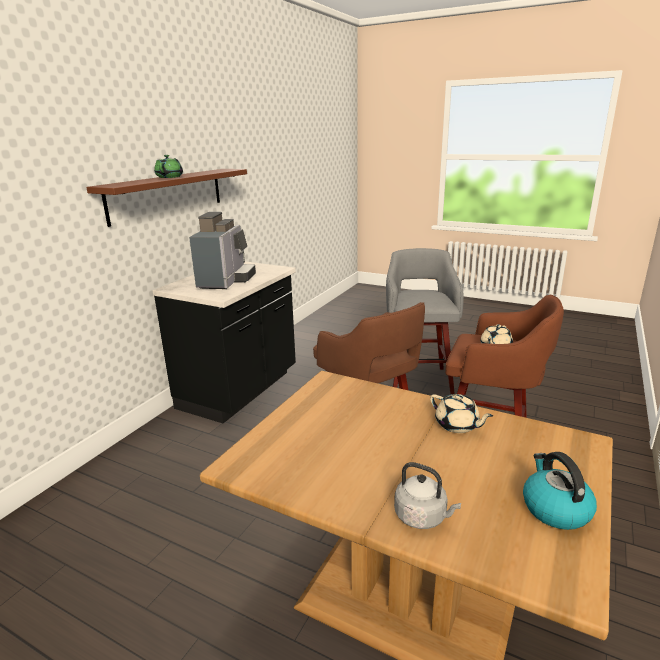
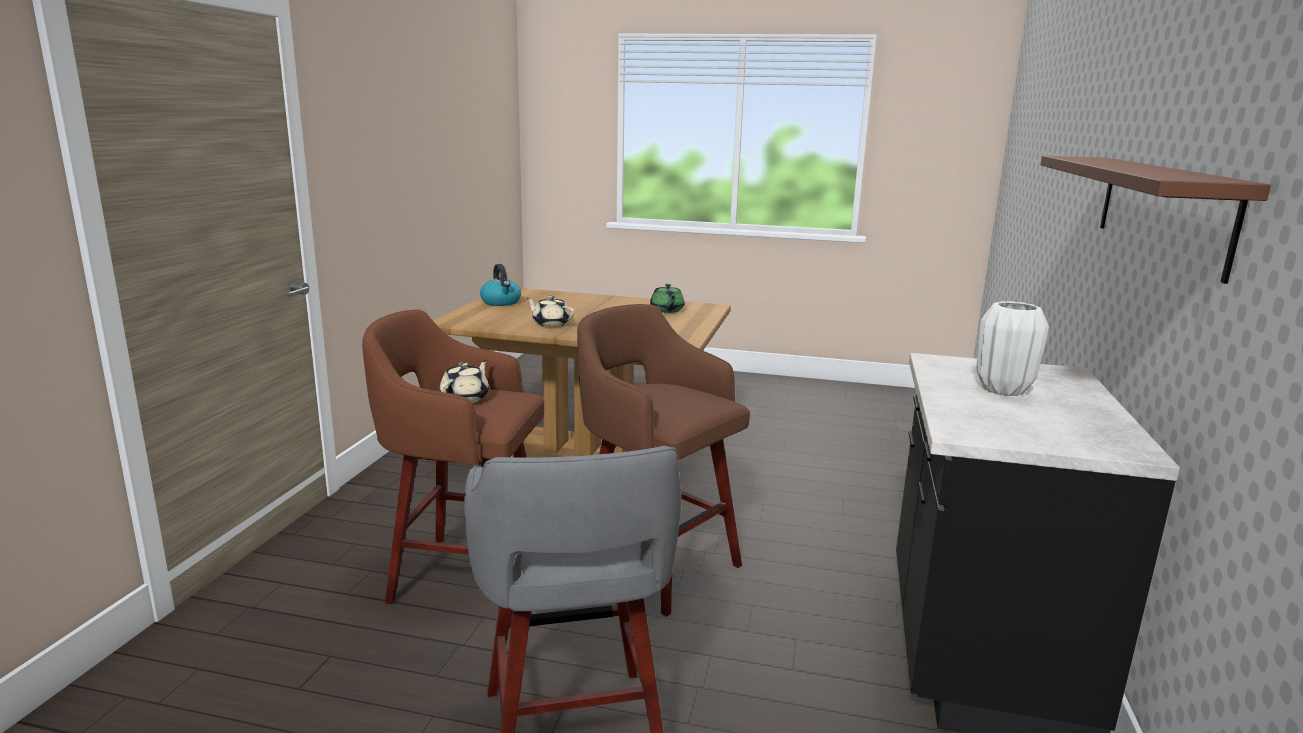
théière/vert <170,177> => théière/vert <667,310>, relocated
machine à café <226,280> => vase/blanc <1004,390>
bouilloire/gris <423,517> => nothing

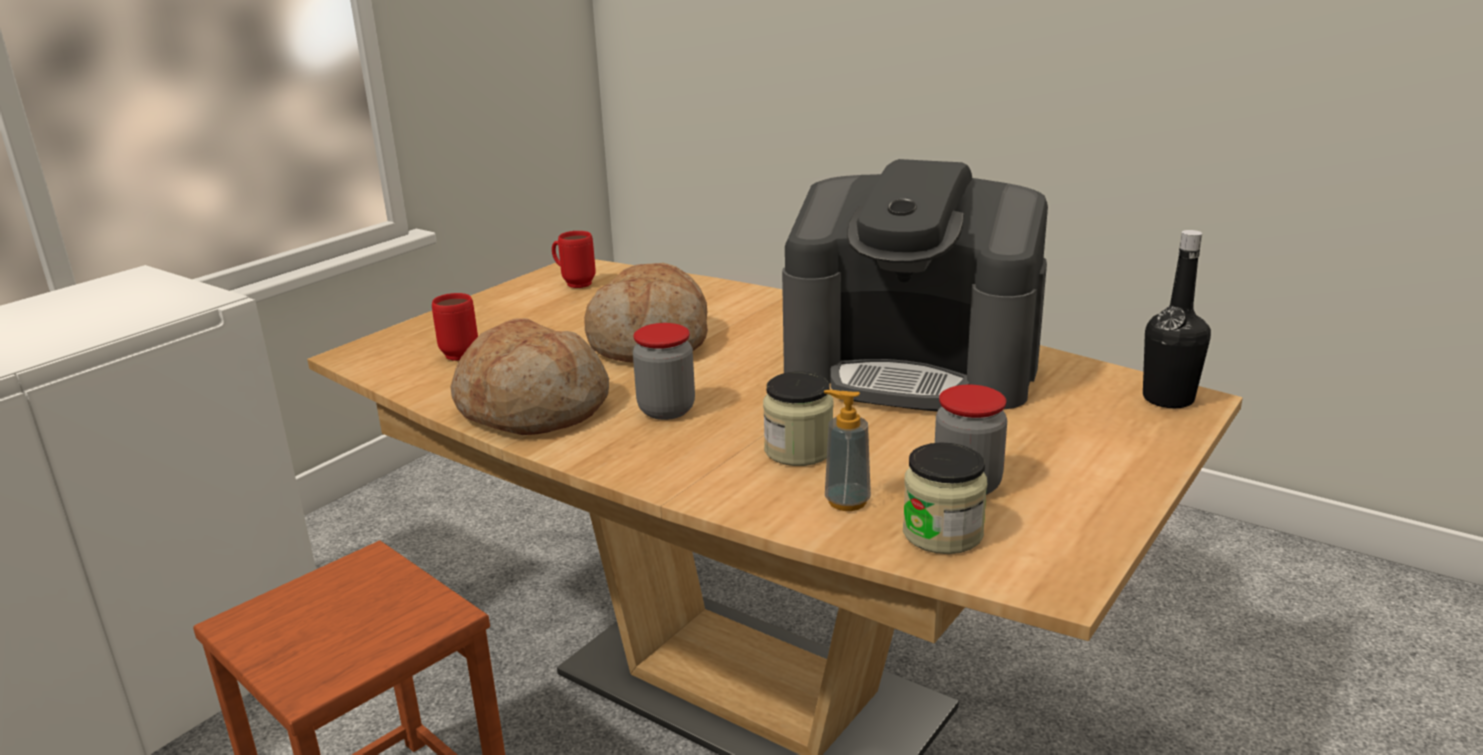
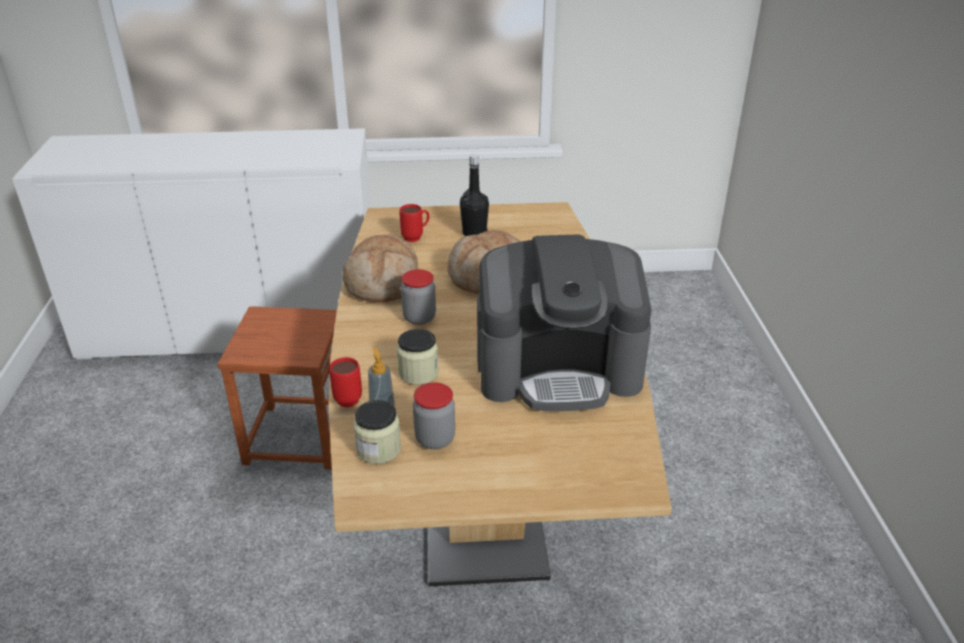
machine à café <913,367> => machine à café <558,368>, 75 degrees counterclockwise
bouteille/noir <1168,399> => bouteille/noir <474,233>, relocated
mug/rouge <574,283> => mug/rouge <348,397>, relocated

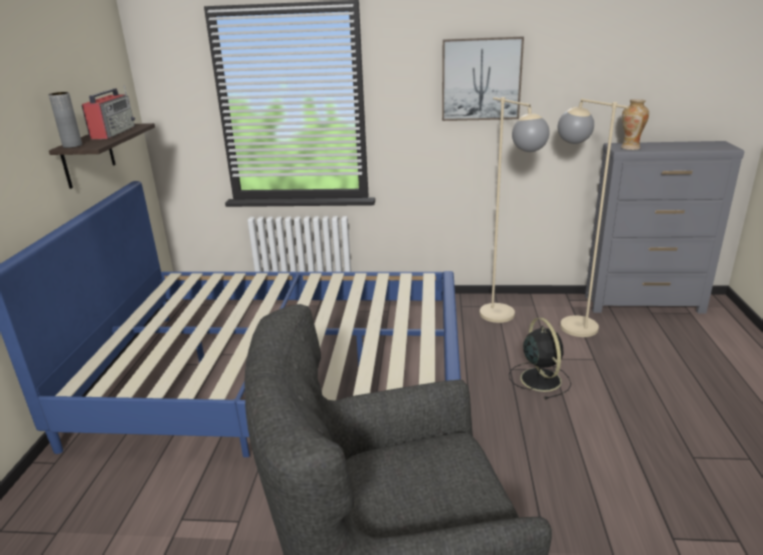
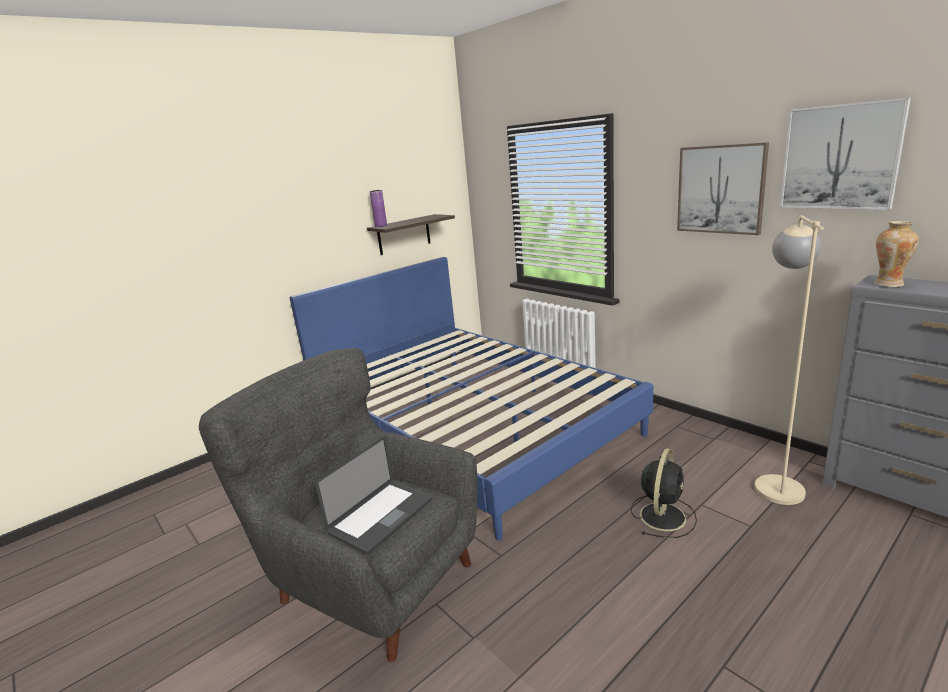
radio <113,132> => nothing
vase/gris <72,146> => vase/violet <381,226>
lampadaire/beige <505,319> => nothing
nothing => tableau <840,157>
nothing => ordinateur portable <381,517>

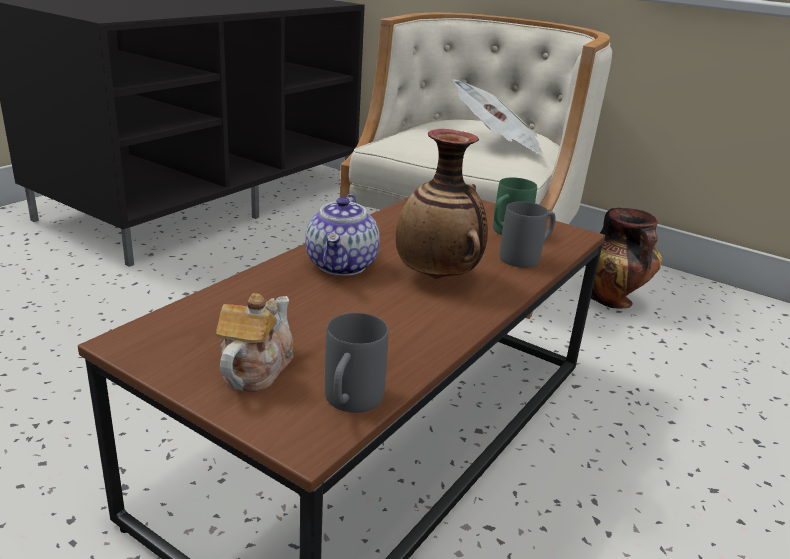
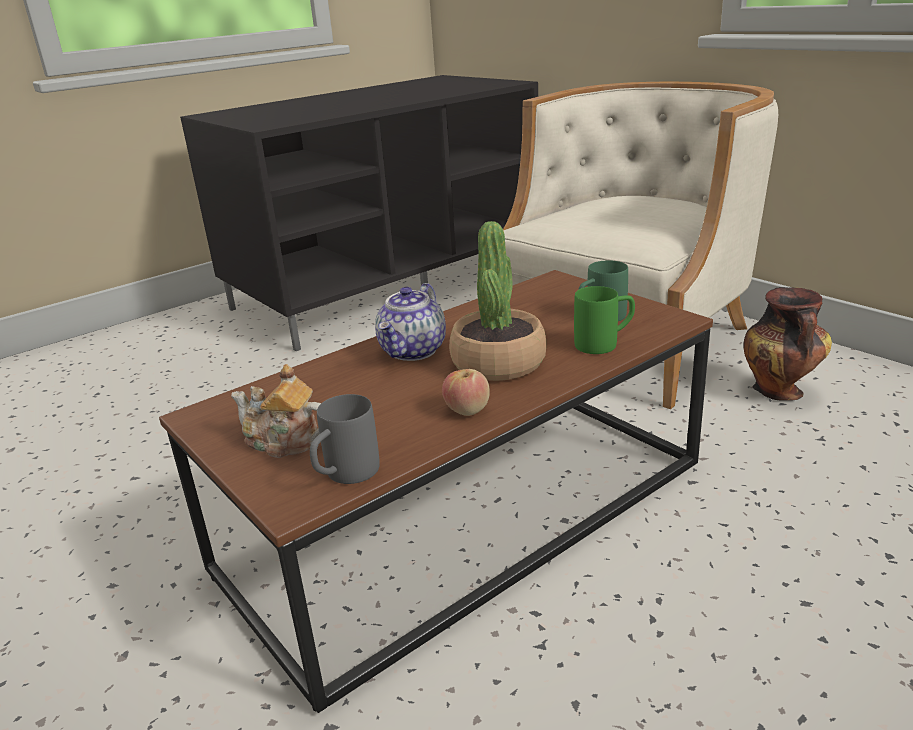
journal <497,144> => nothing
vase <438,277> => plante en pot <498,363>
mug/gris <526,257> => mug/vert <604,343>
théière <255,369> => théière <283,442>, 105 degrees counterclockwise
nothing => pomme <467,410>

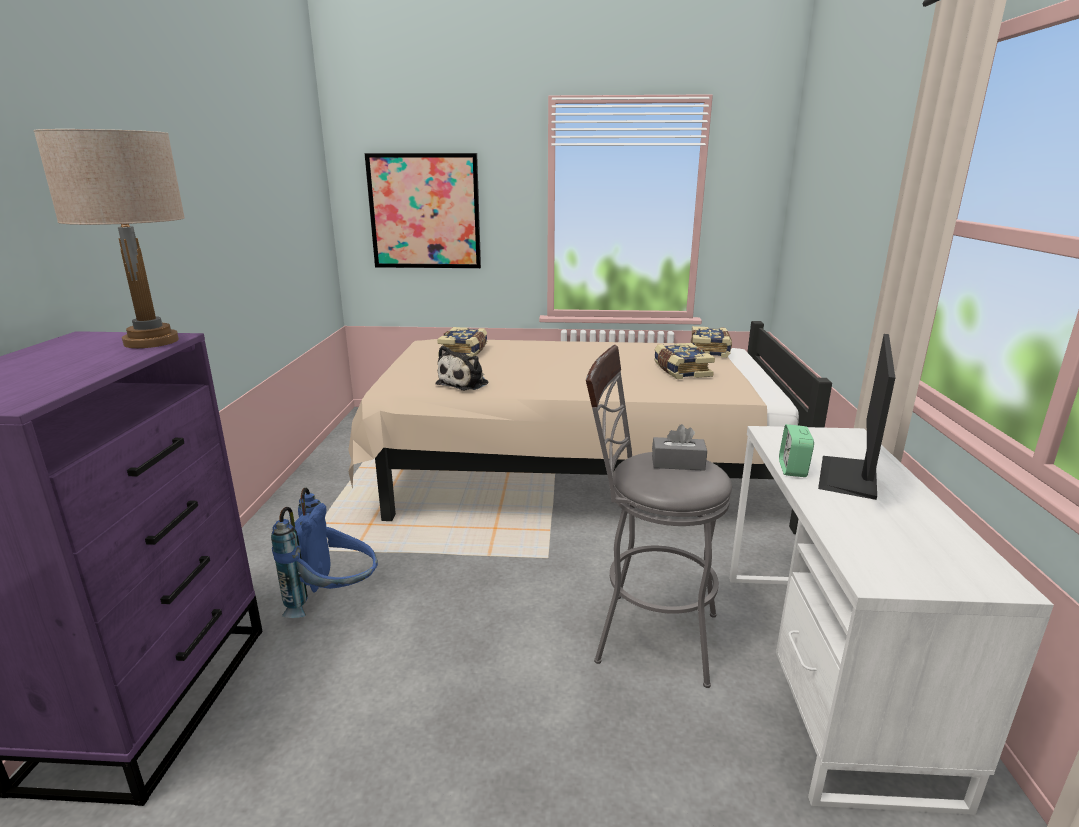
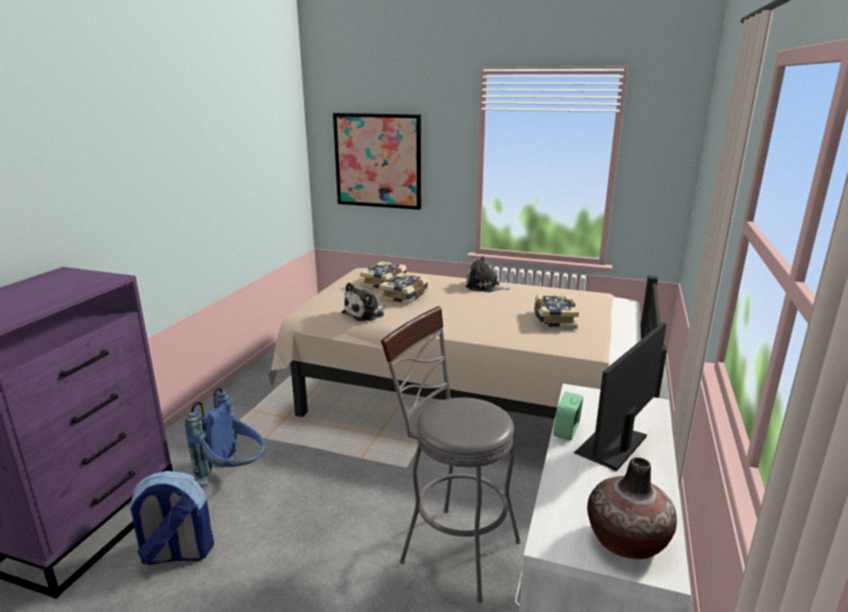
lampe de table/beige <151,342> => nothing
livre <710,351> => livre <405,296>, relocated
boîte à mouchoirs/gris <678,463> => nothing
nothing => peluche <484,287>
nothing => vase <626,541>
nothing => sac à dos <176,554>

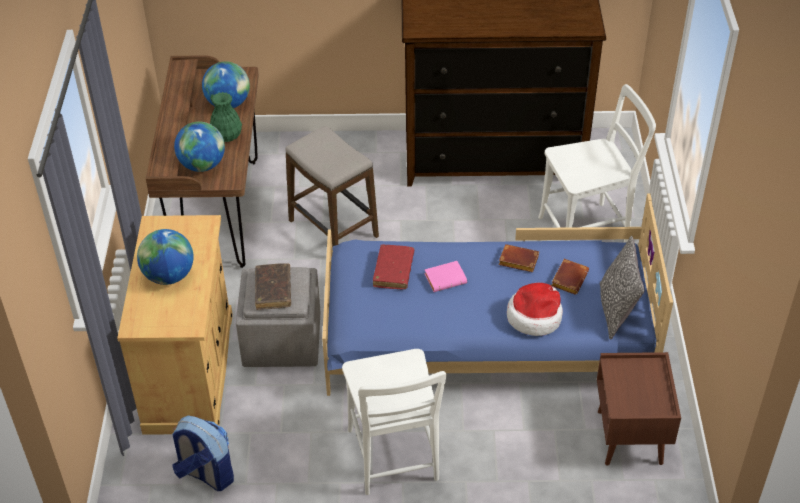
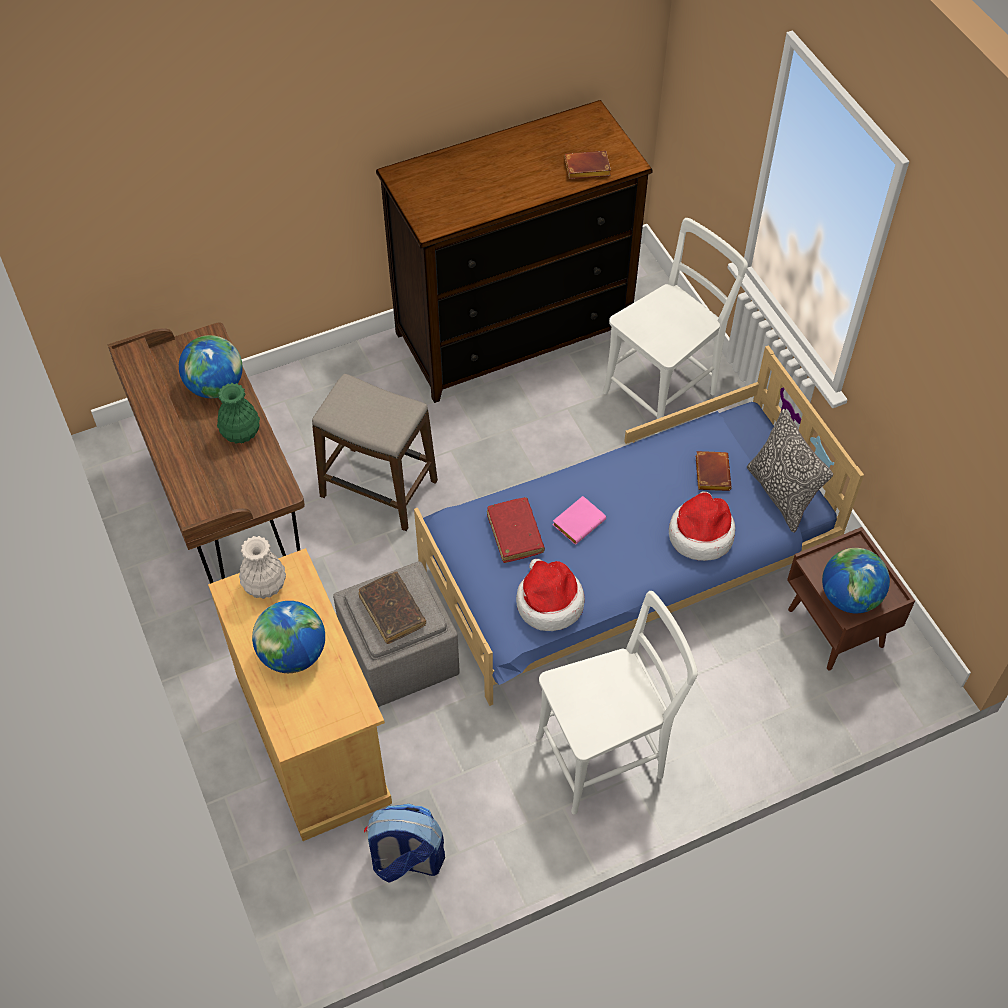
globe <202,165> => globe <849,597>, relocated
livre/marron <517,261> => livre/marron <586,169>, relocated
chaise/blanc <394,459> => chaise/blanc <606,754>, 75 degrees counterclockwise
nothing => vase/blanc <265,584>
nothing => chapeau <548,602>

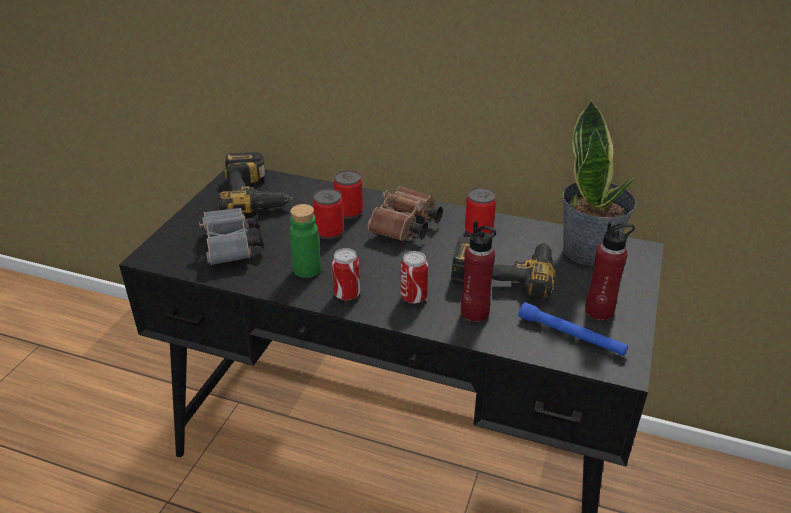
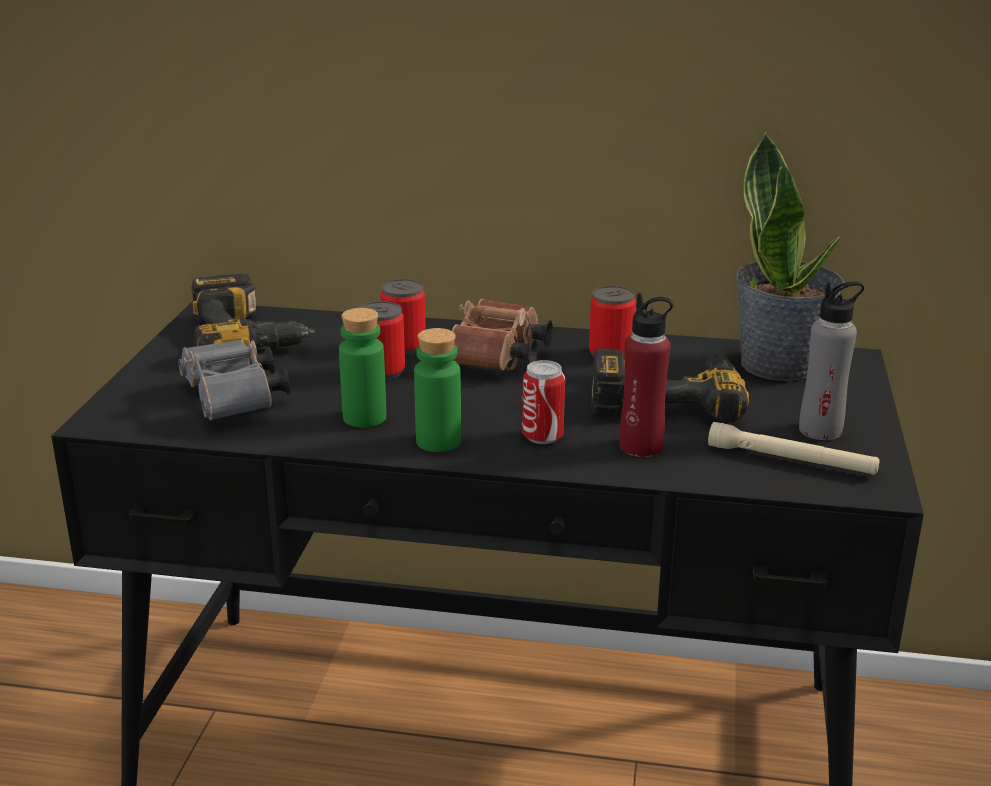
bouteille/rouge <599,311> => bouteille/gris <820,430>
boîte métallique <347,294> => bouteille/vert <438,441>
lampe de poche/bleu <571,335> => lampe de poche/beige <791,460>

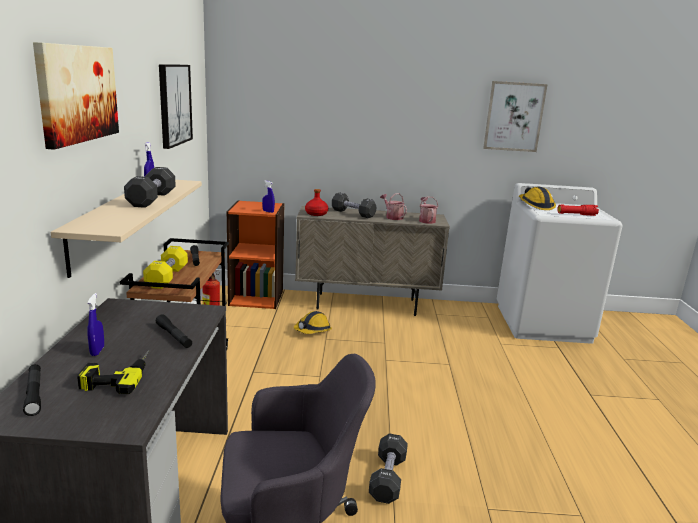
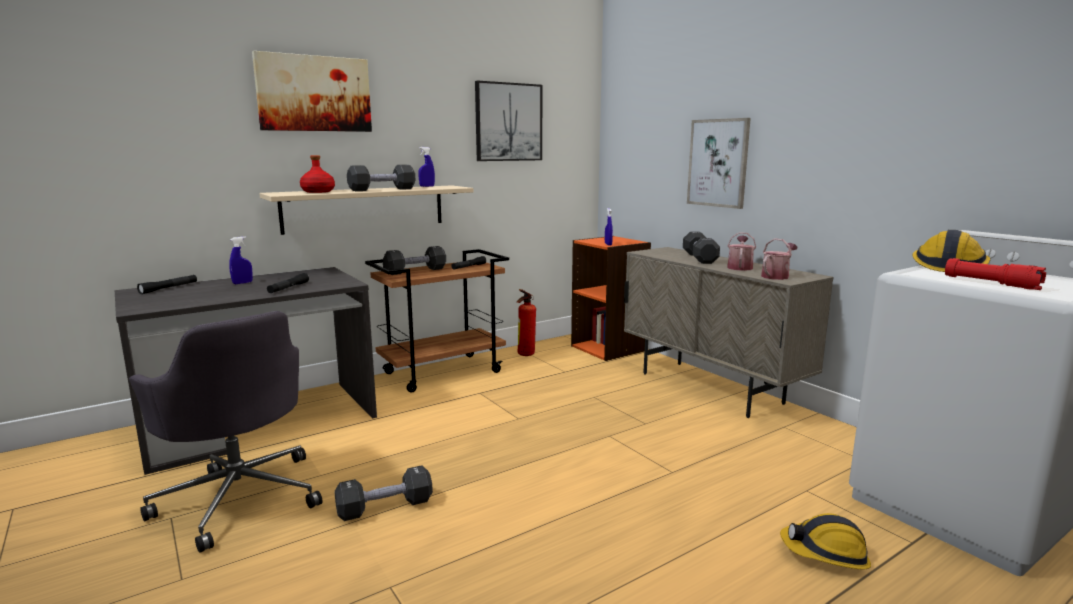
tableau <514,116> => tableau <718,163>, relocated
bouteille/rouge <316,214> => bouteille/rouge <318,191>, relocated
haltère/jaune <167,277> => haltère/noir <415,271>
casque de chantier <313,330> => casque de chantier <825,554>, relocated
perceuse <117,374> => nothing

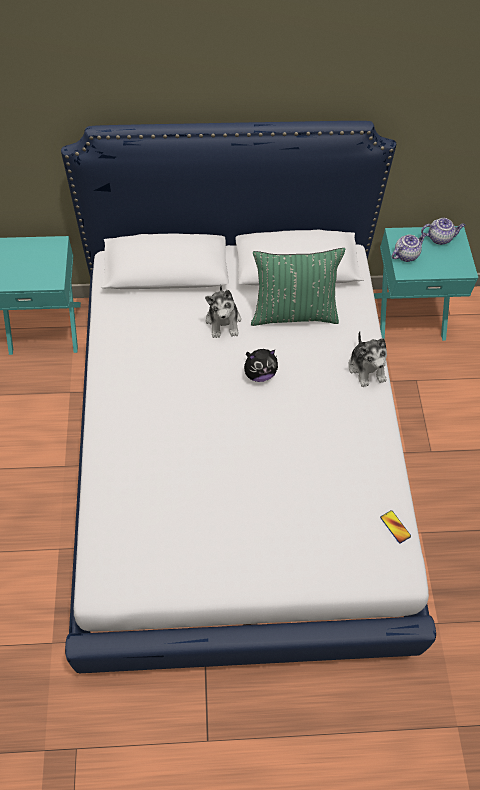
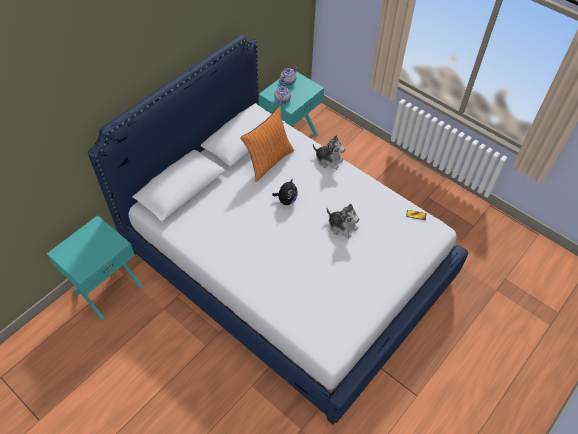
coussin/vert <293,313> => coussin/orange <268,161>
peluche <223,321> => peluche <342,226>, relocated

